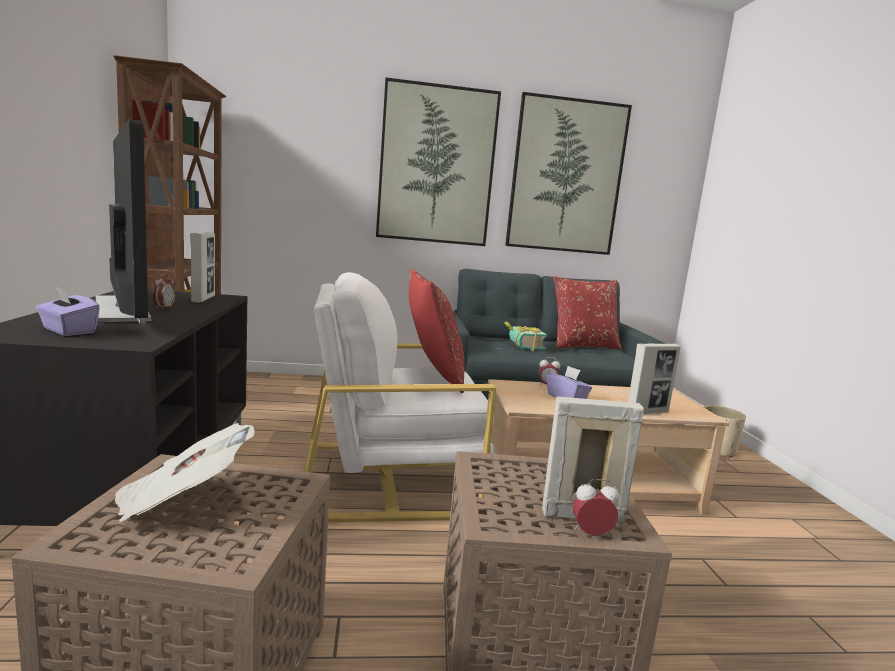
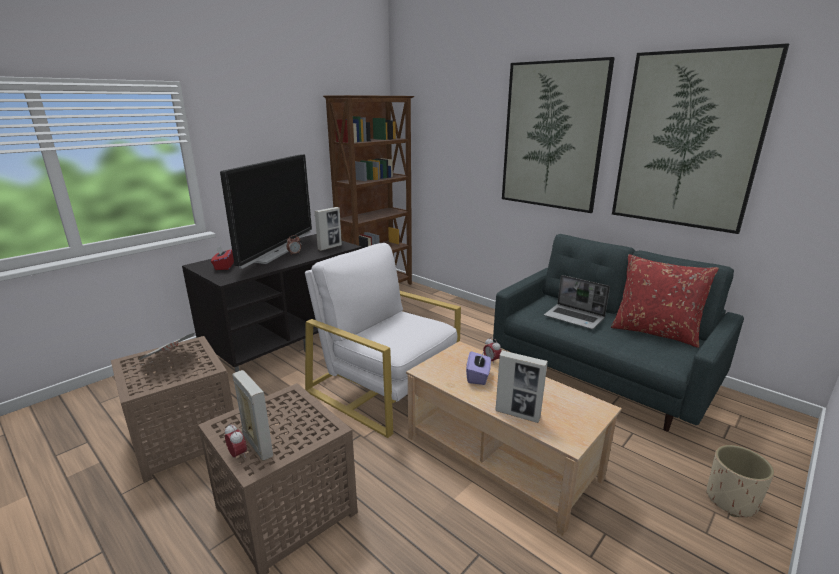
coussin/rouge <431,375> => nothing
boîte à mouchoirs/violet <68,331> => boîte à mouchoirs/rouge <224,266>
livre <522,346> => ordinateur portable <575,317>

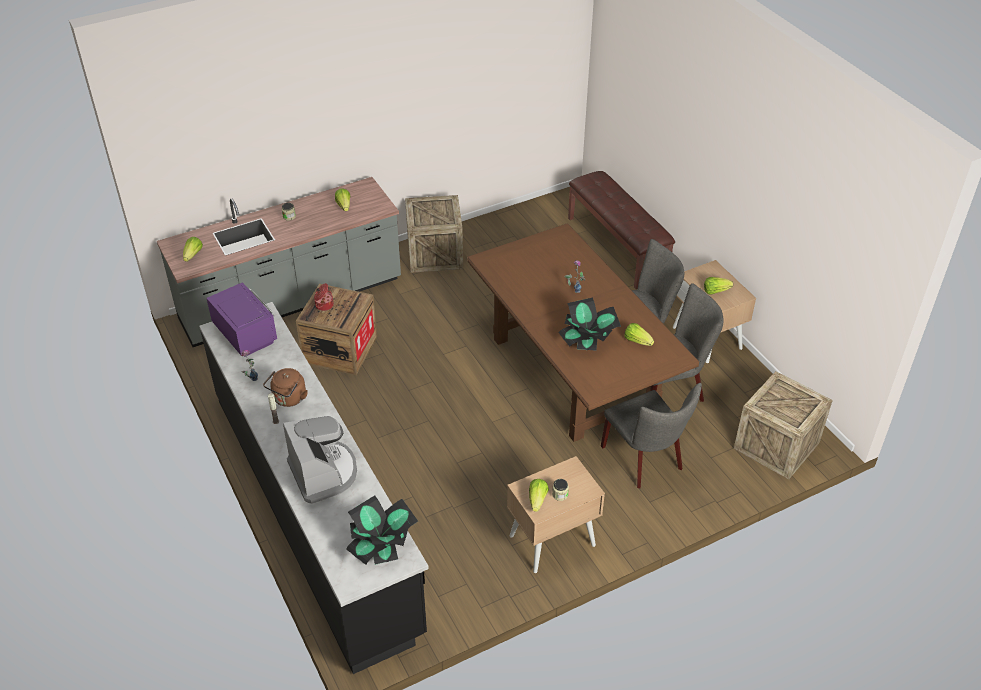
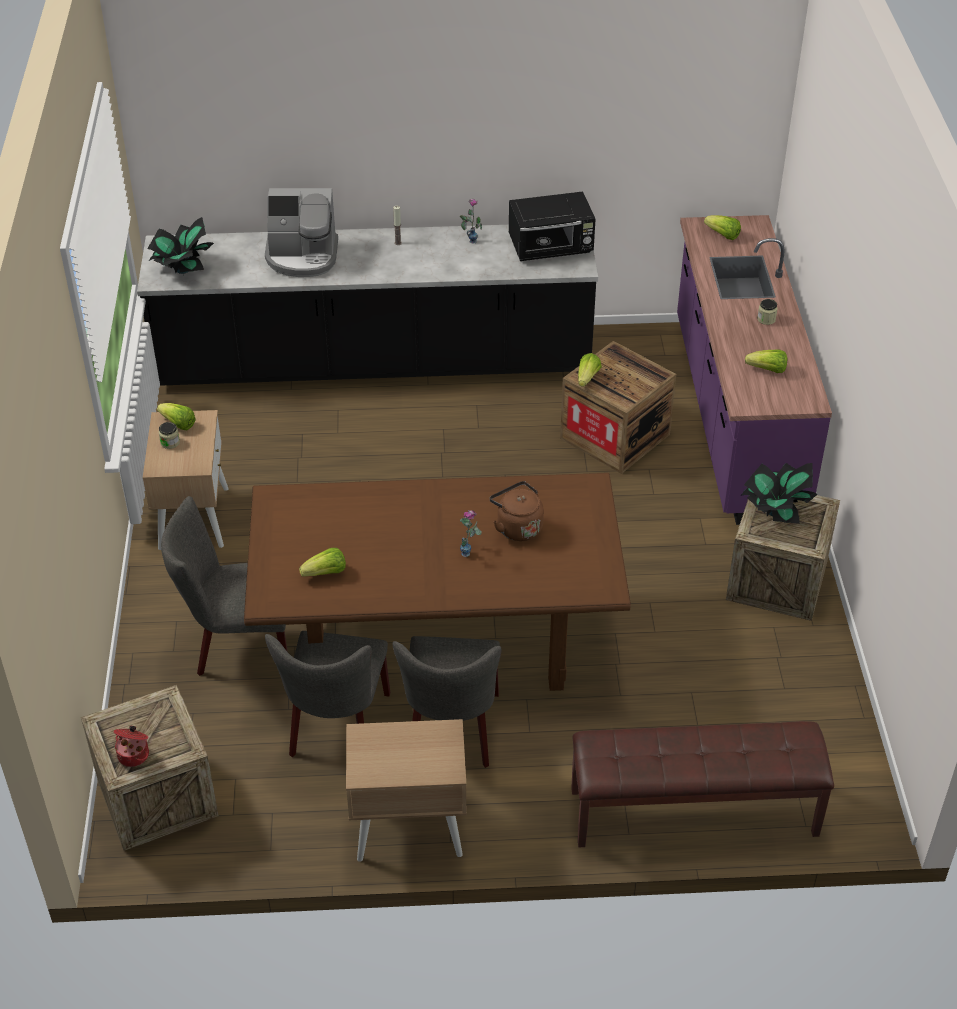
comptoir de cuisine/gris <292,301> => comptoir de cuisine/violet <735,417>
laitue <715,291> => laitue <587,378>, relocated
micro-ondes/violet <245,334> => micro-ondes/noir <551,248>
marmite <324,305> => marmite <134,754>, relocated
plante en pot <587,341> => plante en pot <774,512>, relocated
bouilloire/marron <288,399> => bouilloire/marron <517,527>, relocated

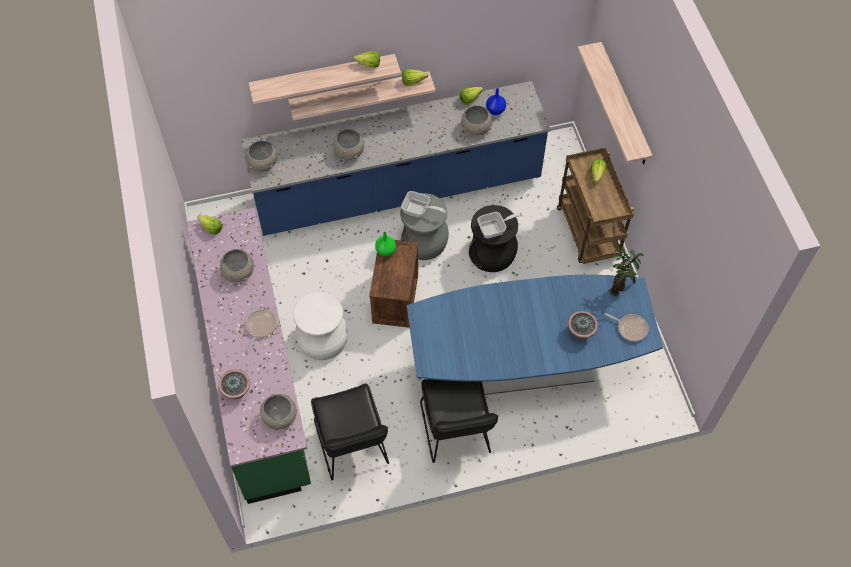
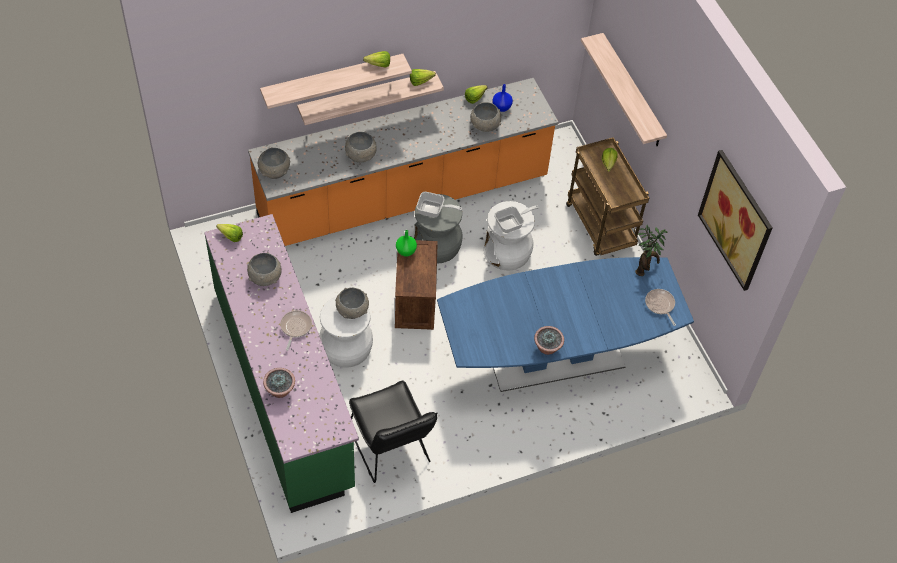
comptoir de cuisine/bleu <398,191> => comptoir de cuisine/orange <404,198>
tabouret/noir <492,253> => tabouret/blanc <507,252>
plante en pot <580,332> => plante en pot <547,348>, relocated
poêle <630,328> => poêle <660,305>, 135 degrees counterclockwise
chaise/noir <456,433> => nothing
bol/gris <280,417> => bol/gris <352,310>, relocated
nothing => tableau <736,220>

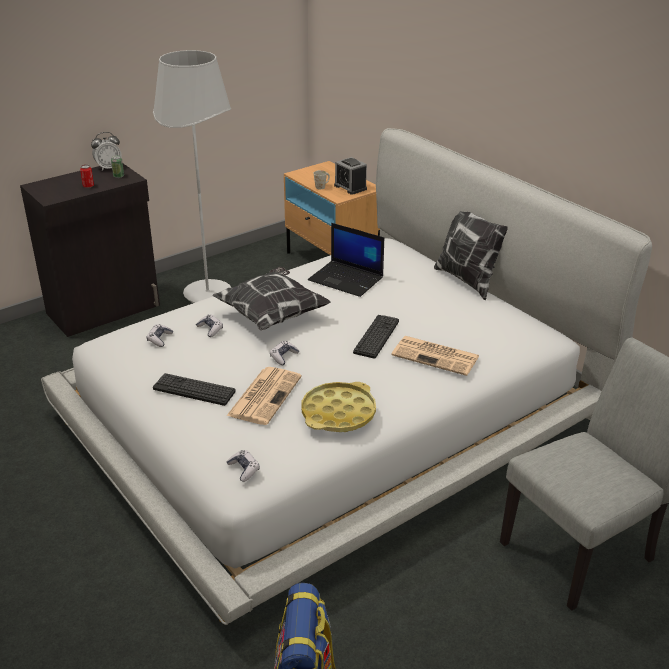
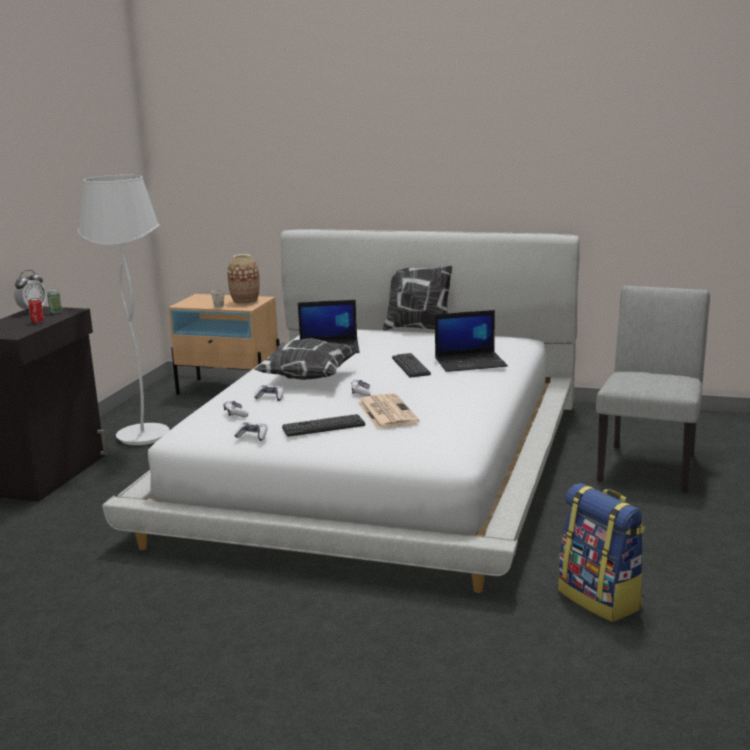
réveil <350,187> => vase <245,301>
journal <436,356> => ordinateur portable <471,362>
plateau/jaune <338,413> => nothing
manette <244,469> => manette <252,436>, relocated

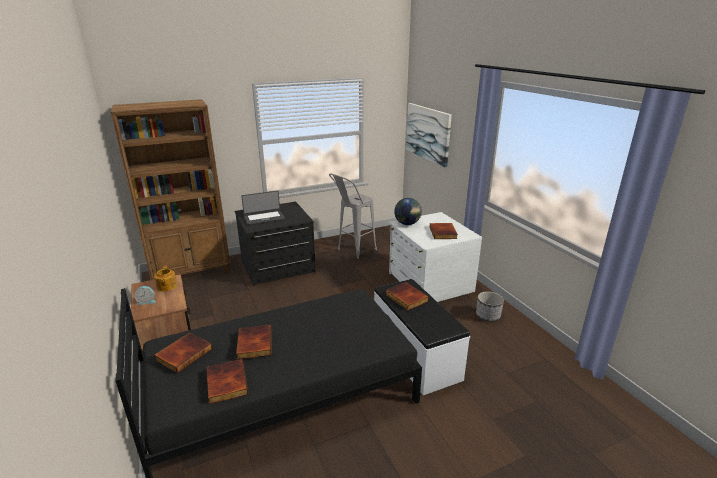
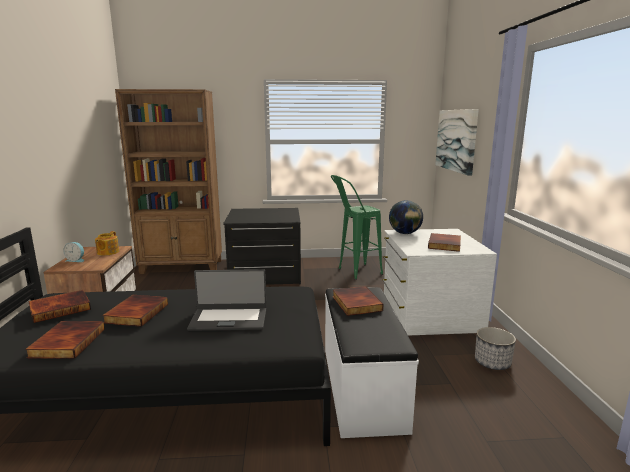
tabouret/gris <353,252> => tabouret/vert <354,273>
ordinateur portable <264,218> => ordinateur portable <229,319>, relocated

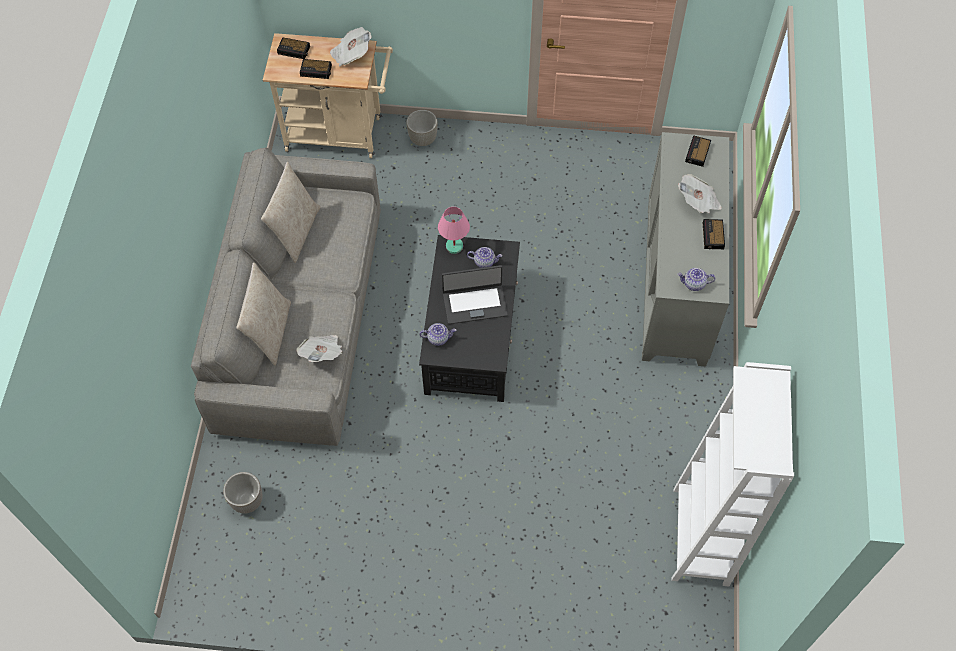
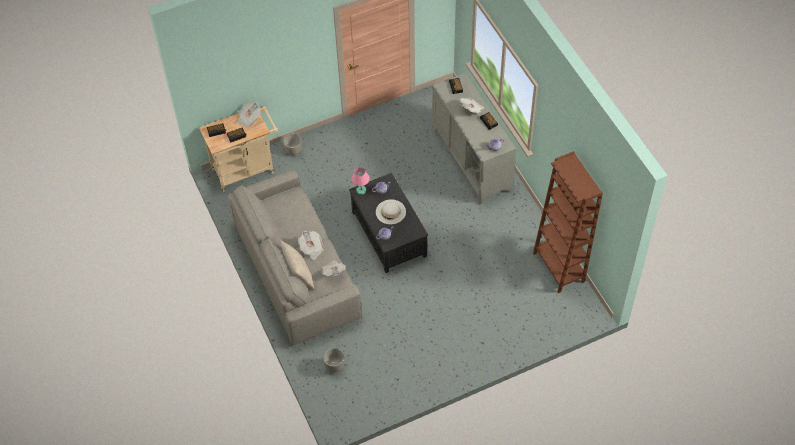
coussin/beige <296,231> => nothing
ordinateur portable <474,303> => chapeau/blanc <390,212>
bibliothèque/blanc <700,536> => bibliothèque/marron <558,267>
nothing => journal <311,249>

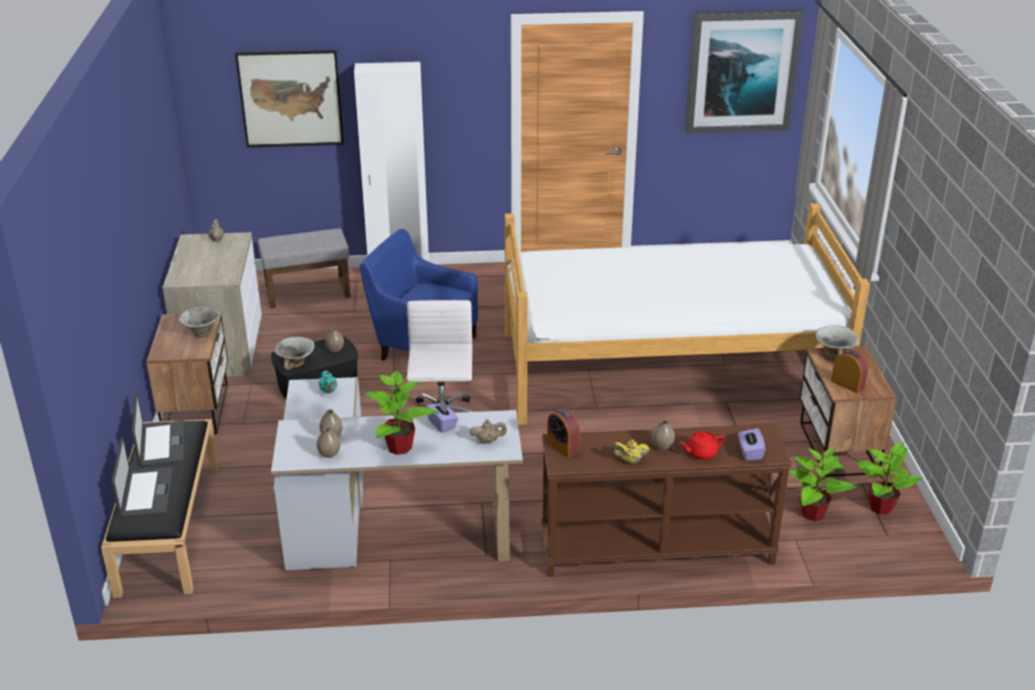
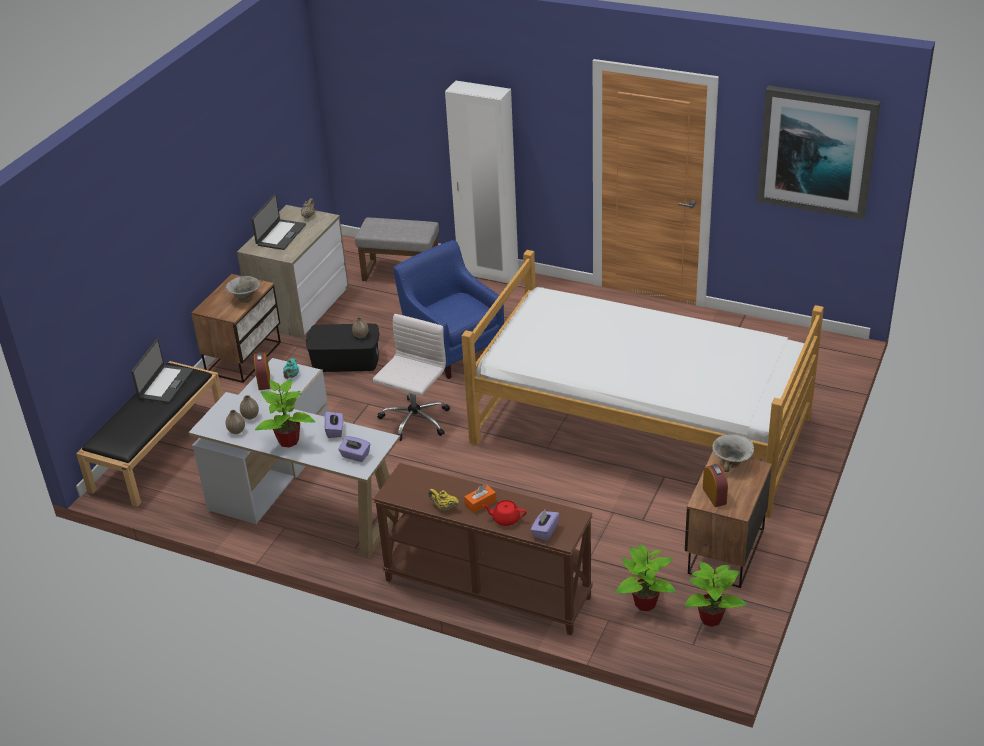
tableau <290,98> => nothing
bol <296,364> => nothing
réveil <563,446> => réveil <264,381>, relocated
théière/beige <488,441> => boîte à mouchoirs/violet <355,456>
vase <662,446> => boîte à mouchoirs/orange <480,503>
ordinateur portable <145,493> => ordinateur portable <280,235>, relocated

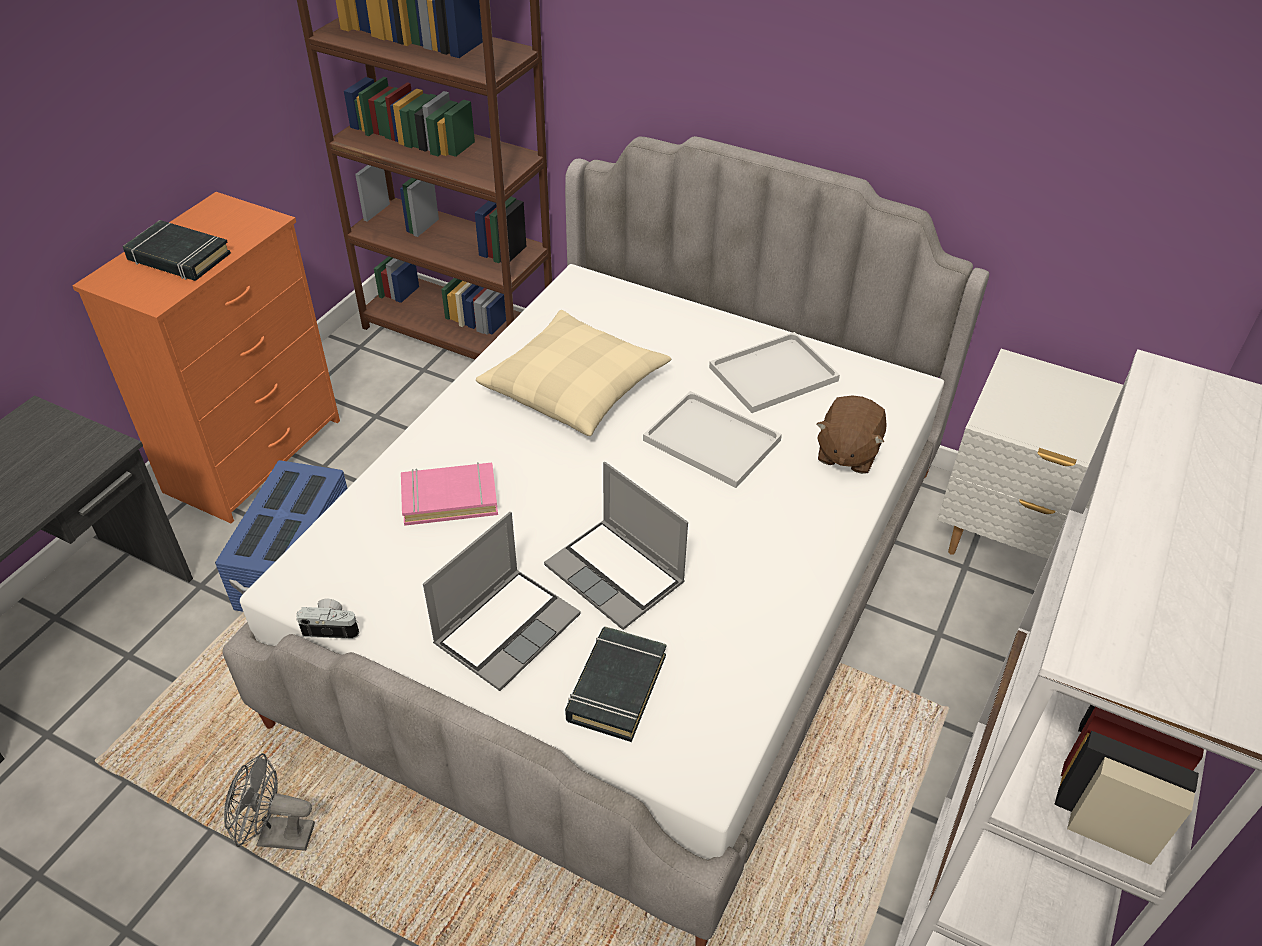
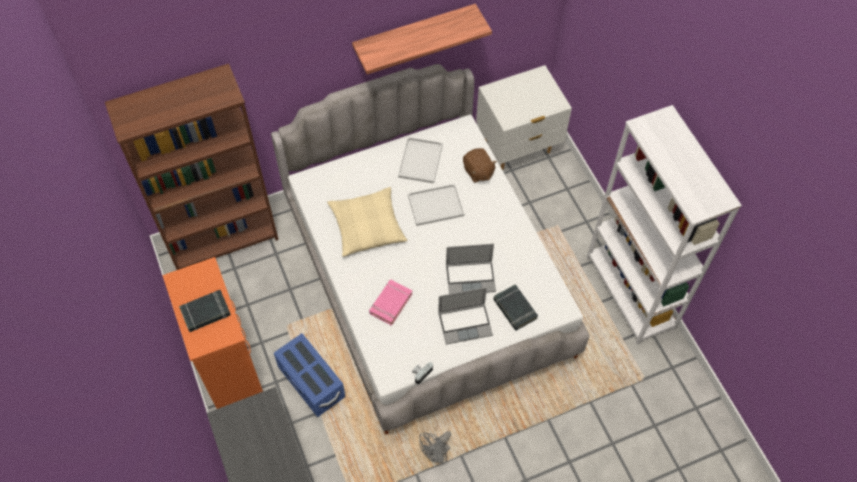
ordinateur portable <507,628> => ordinateur portable <465,323>, 90 degrees clockwise
nothing => étagère <414,33>

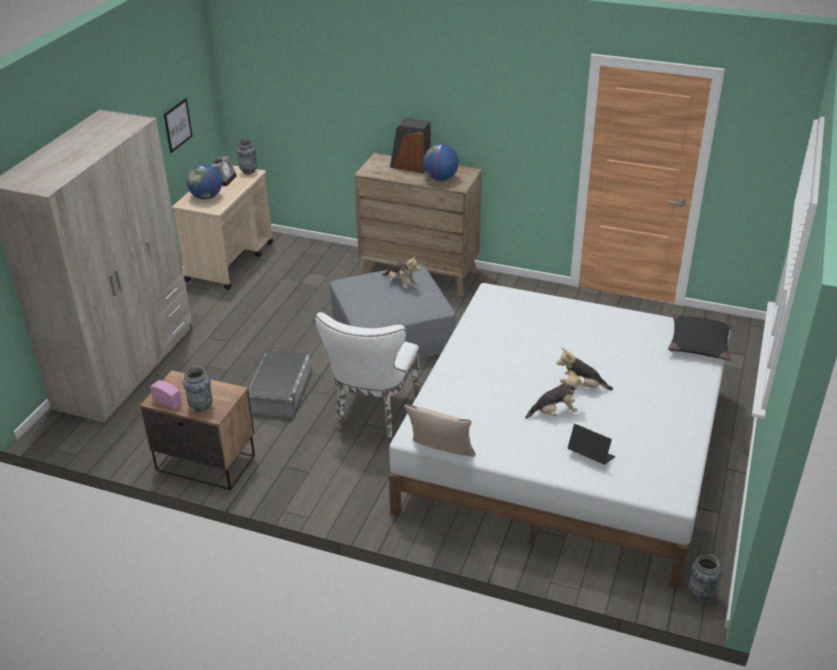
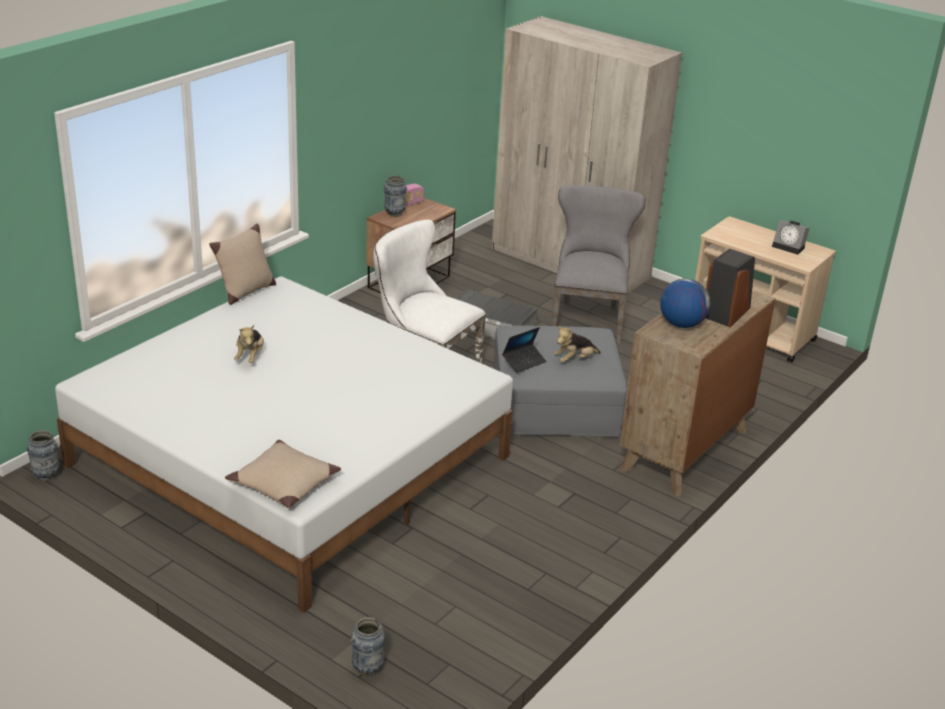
tableau <177,125> => nothing
vase <248,172> => vase <367,668>, relocated
globe <206,197> => nothing
coussin/noir <699,344> => coussin/beige <283,483>
peluche <582,386> => nothing
ordinateur portable <590,456> => ordinateur portable <524,362>, relocated
nothing => chaise/gris <587,318>

